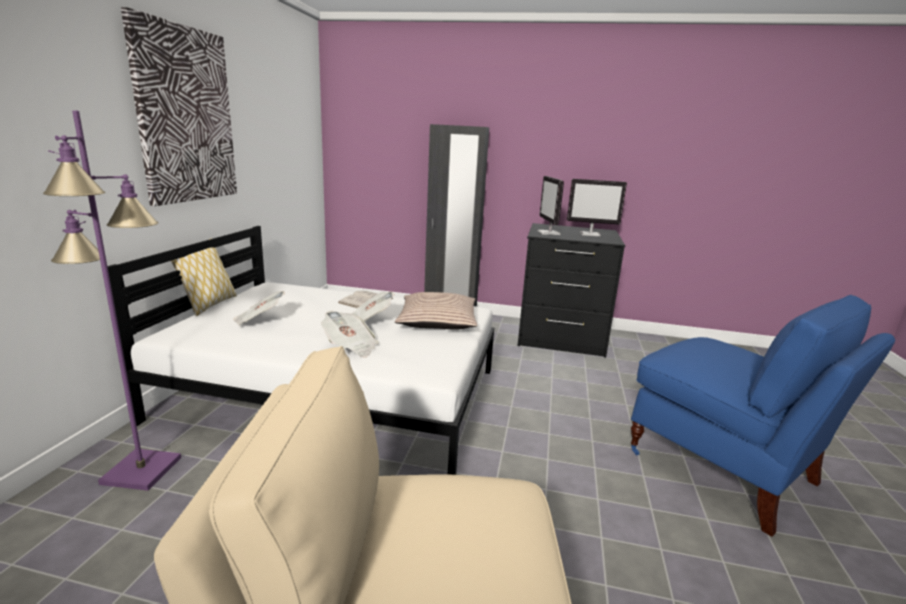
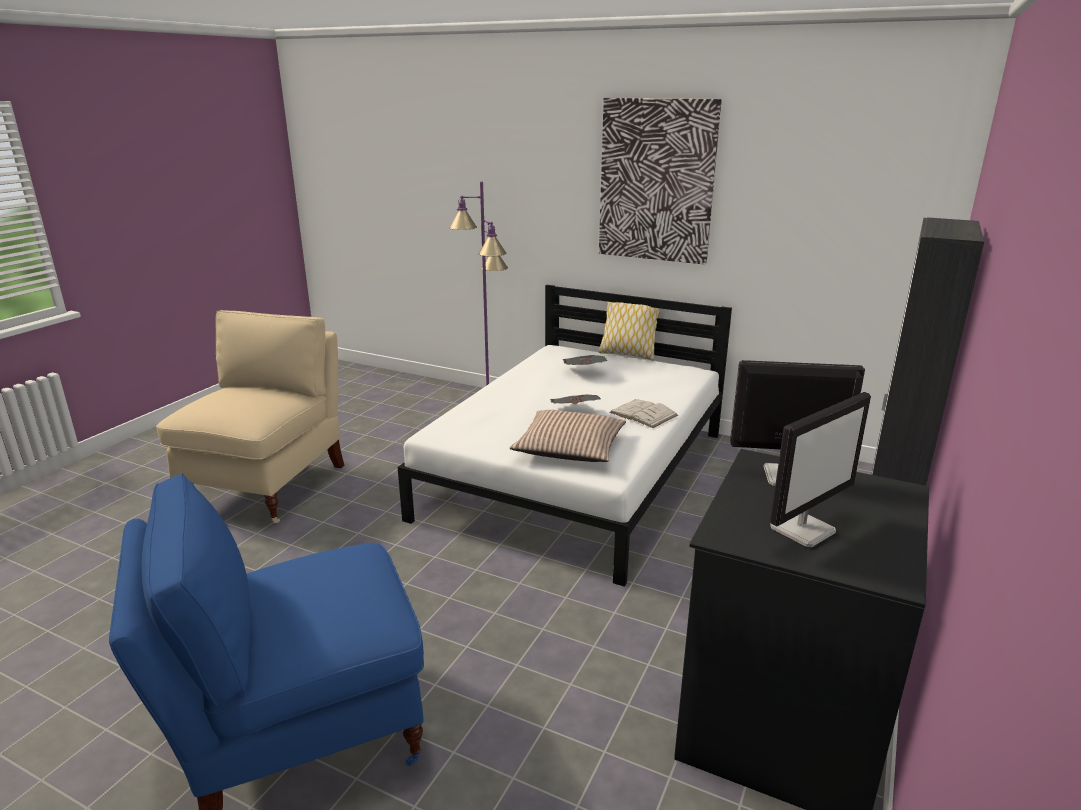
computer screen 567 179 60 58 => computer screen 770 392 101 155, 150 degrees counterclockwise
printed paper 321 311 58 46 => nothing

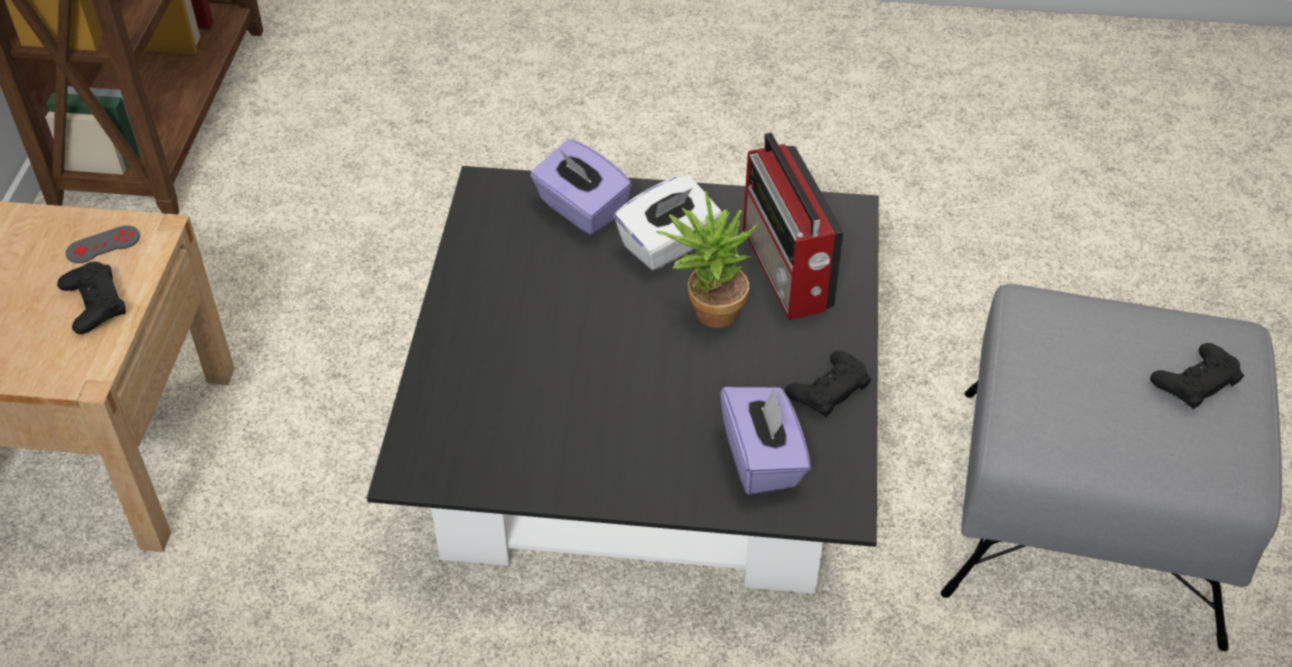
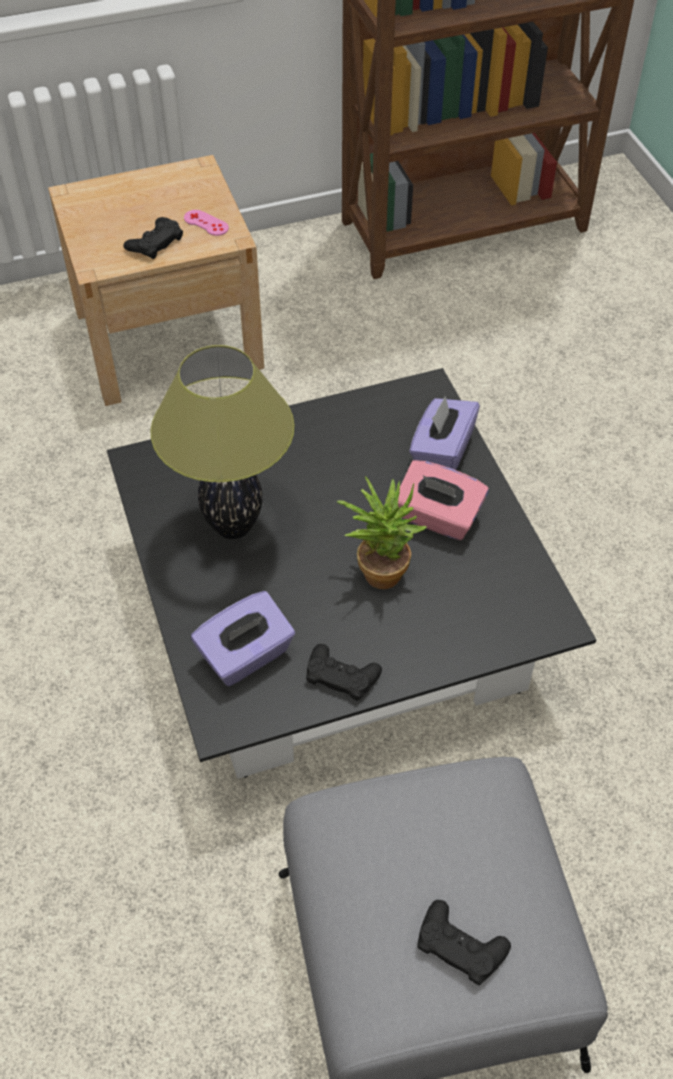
radio receiver 743 132 101 188 => nothing
white-coloured tissue box 614 175 107 96 => pink tissue box 398 460 91 80
gray joypad 65 225 75 38 => pink joypad 184 210 45 26
nothing => lamp for a table 150 345 145 194

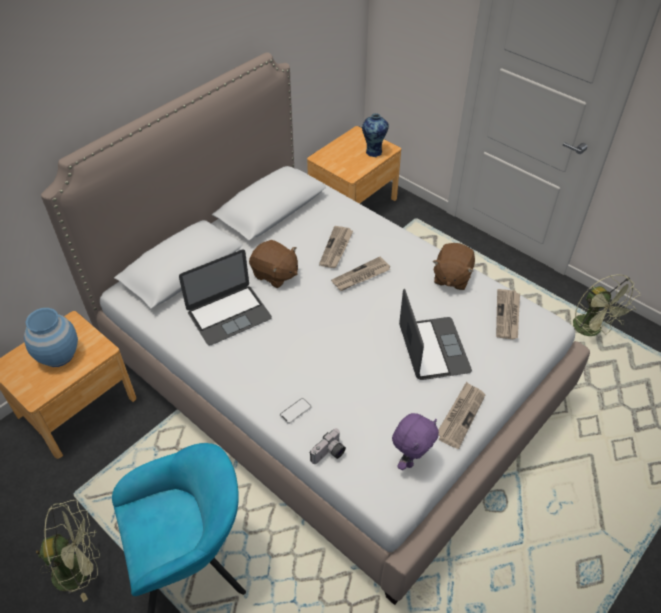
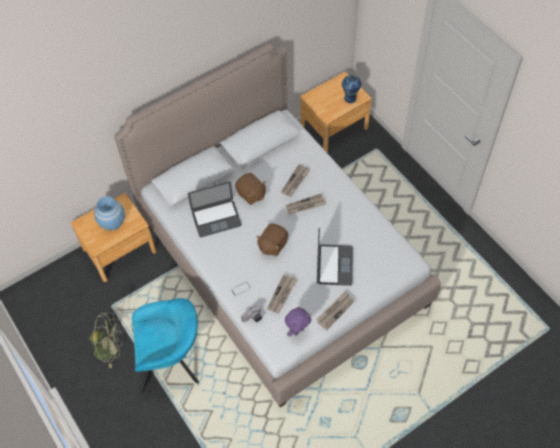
brownish plush toy 433 243 42 47 => brownish plush toy 256 224 32 33, move
green electric fan 573 274 68 62 => nothing
printed paper 496 289 24 50 => printed paper 267 274 29 40, move

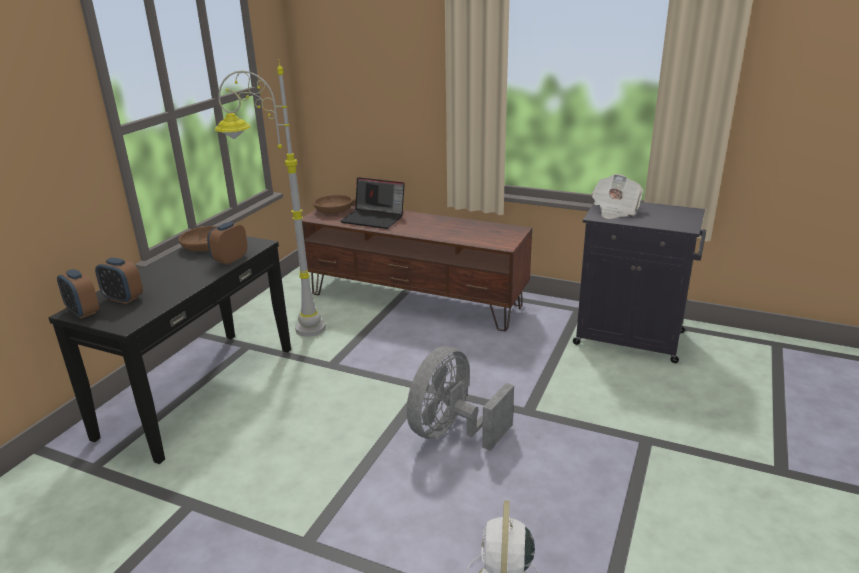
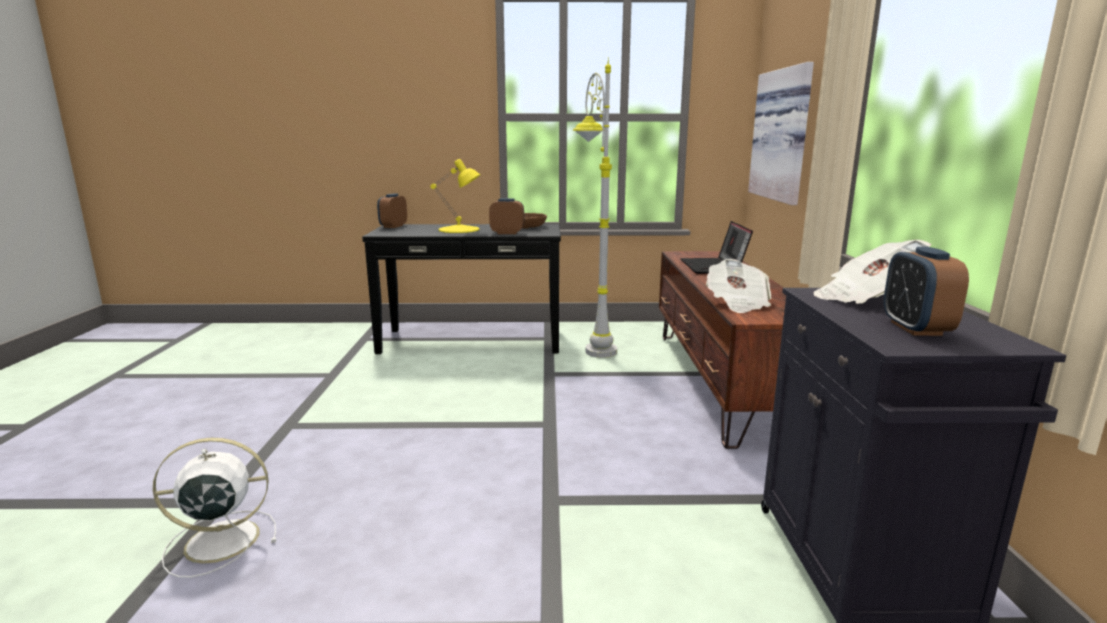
brownish deep dish 313 195 43 19 => nothing
table clock 95 258 48 46 => table clock 884 247 85 89, move
gray electric fan 407 346 107 105 => nothing
nothing => wall art 748 62 66 143
nothing => yellow lamp for a table 431 159 49 74
nothing => printed paper 706 259 65 54

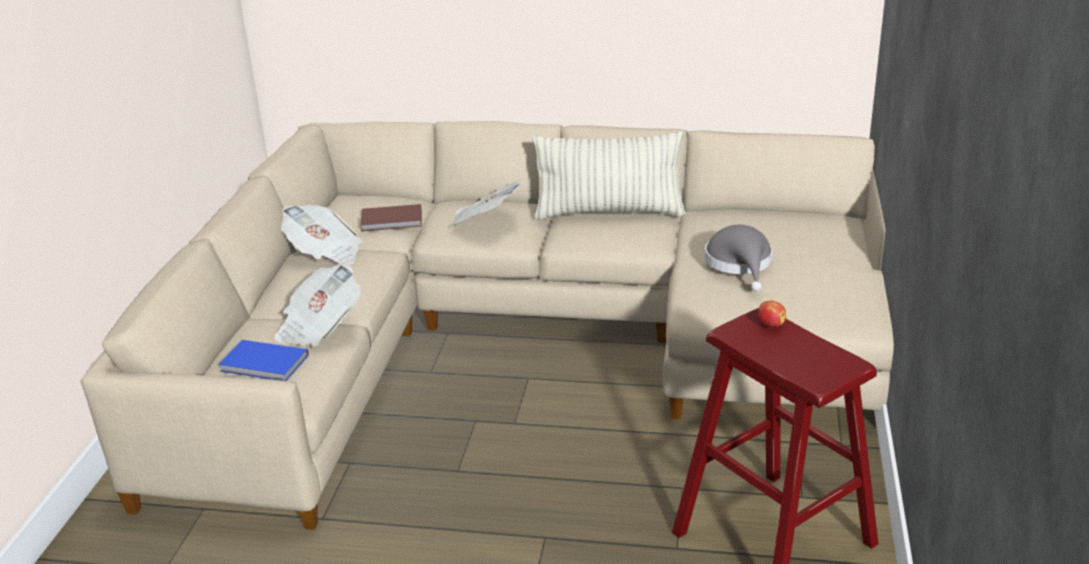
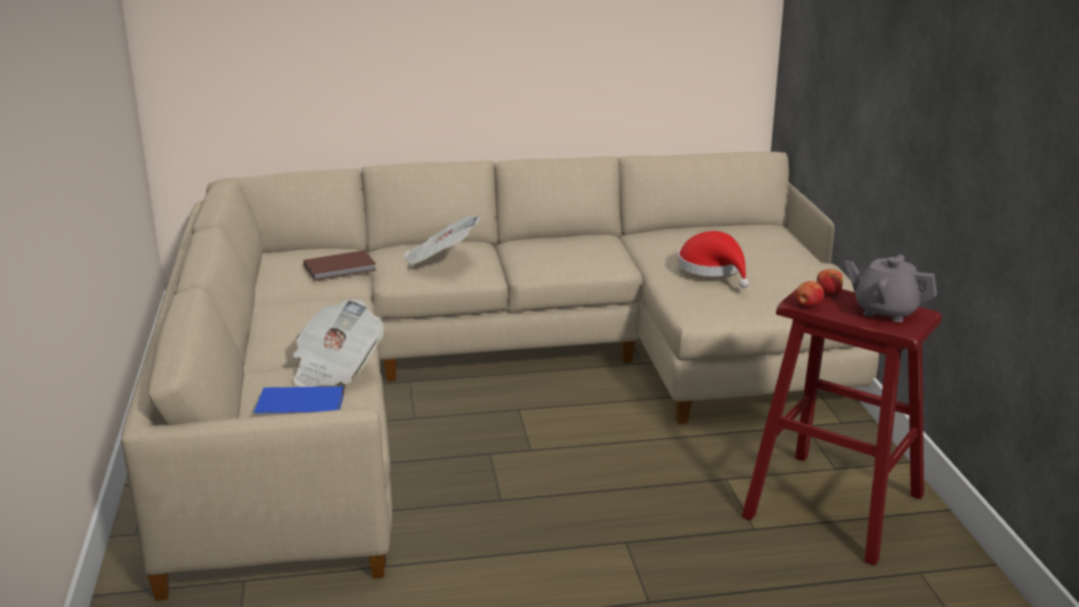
cushion 532 131 154 89 => nothing
printed paper 281 205 82 61 => nothing
gray wearable hat 705 225 68 66 => red-coloured wearable hat 678 231 71 57
nothing => gray pot for tea 845 255 92 67
nothing => apple 795 281 29 26

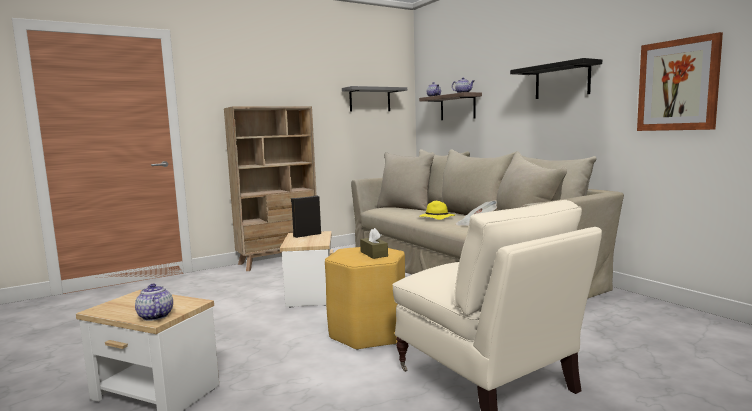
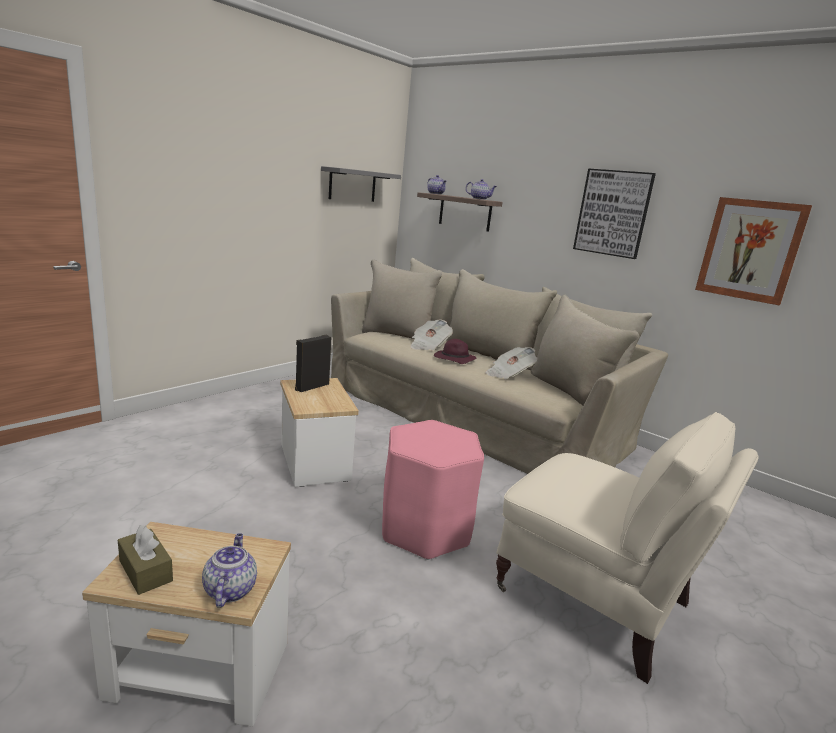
black-coloured bracket shelf 510 58 92 41 => wall art 573 168 83 91
beige-coloured shelving unit 224 106 93 165 => nothing
yellow wearable hat 420 201 35 19 => purple wearable hat 434 339 42 25
brownish tissue box 360 228 28 31 => brownish tissue box 118 525 55 70, move
yellow stool 325 247 80 103 => pink stool 382 420 102 140
pot for tea 135 284 38 37 => pot for tea 202 533 55 75, 45 degrees clockwise
nothing => printed paper 410 320 43 30

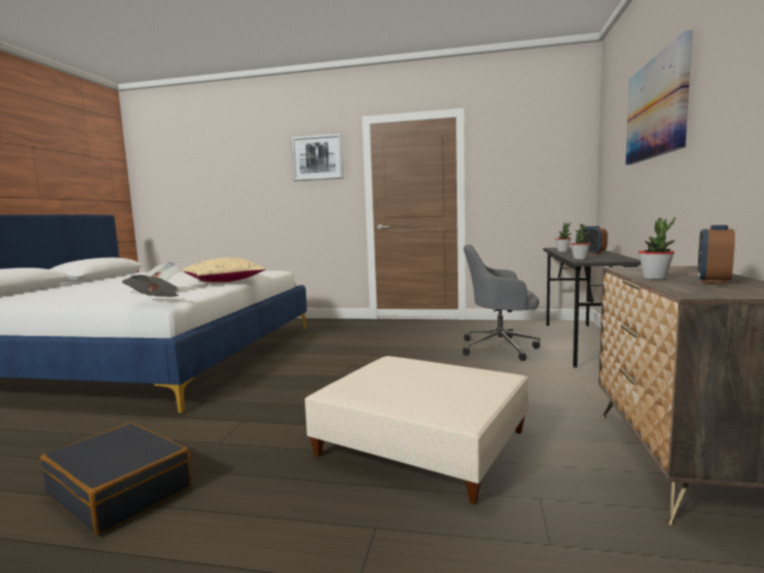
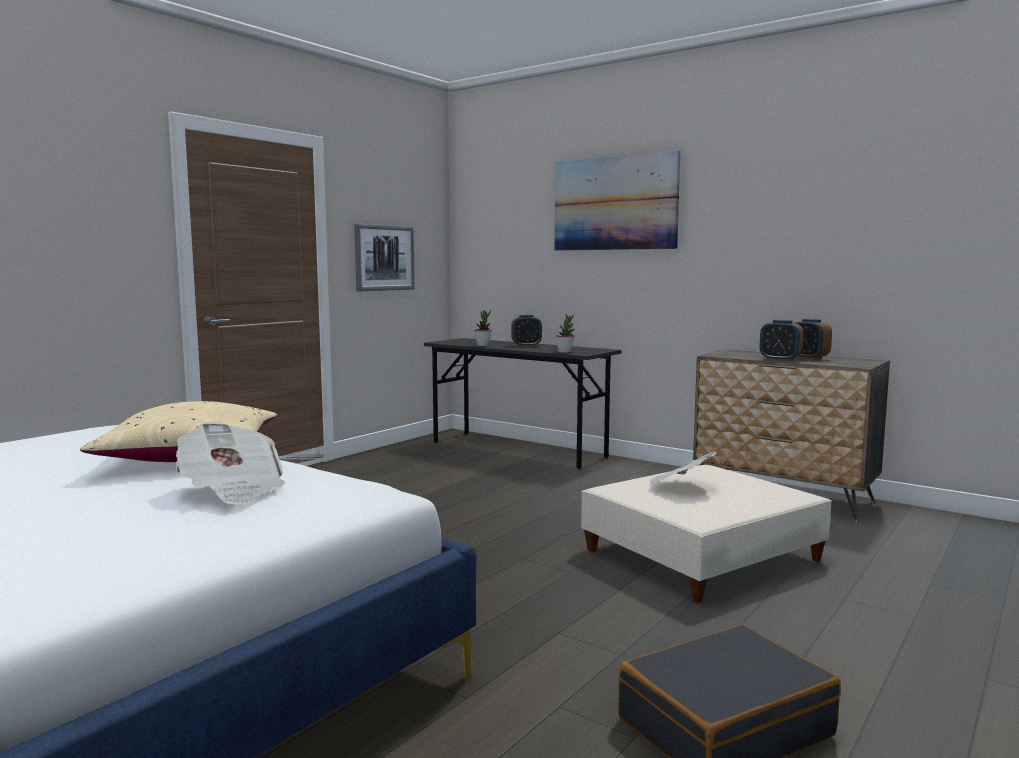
wall art 291 133 53 48 => wall art 354 224 61 67, move
plant in a pot 639 218 36 61 => table clock 760 320 43 41
gray office chair 463 245 77 116 => nothing
printed paper 122 275 57 22 => printed paper 649 452 68 33, move

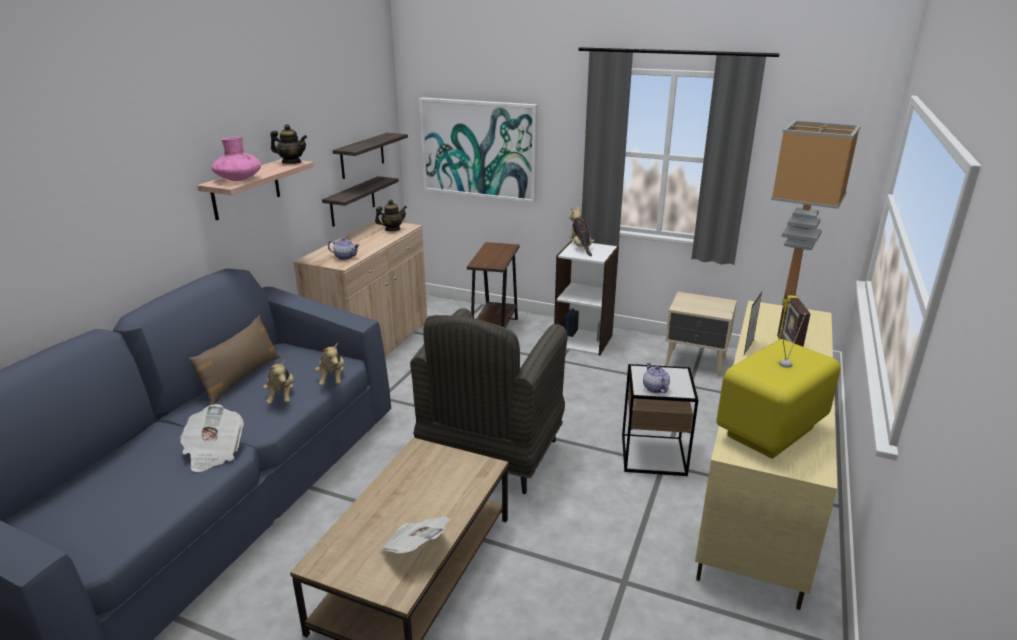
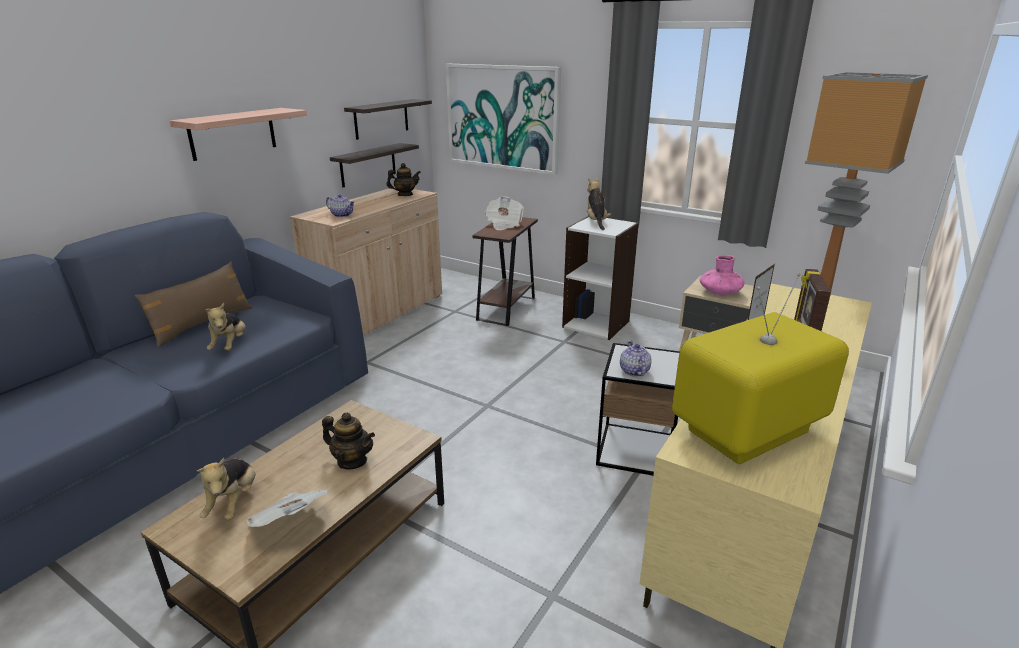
pot for tea 270 124 37 40 => pot for tea 322 412 53 57, move
pink flower vase 212 136 49 45 => pink flower vase 700 255 44 40, move
gray lounge chair 410 308 158 186 => nothing
plush toy 315 342 29 43 => plush toy 197 458 58 62, move
printed paper 180 404 64 68 => printed paper 485 196 39 34, move

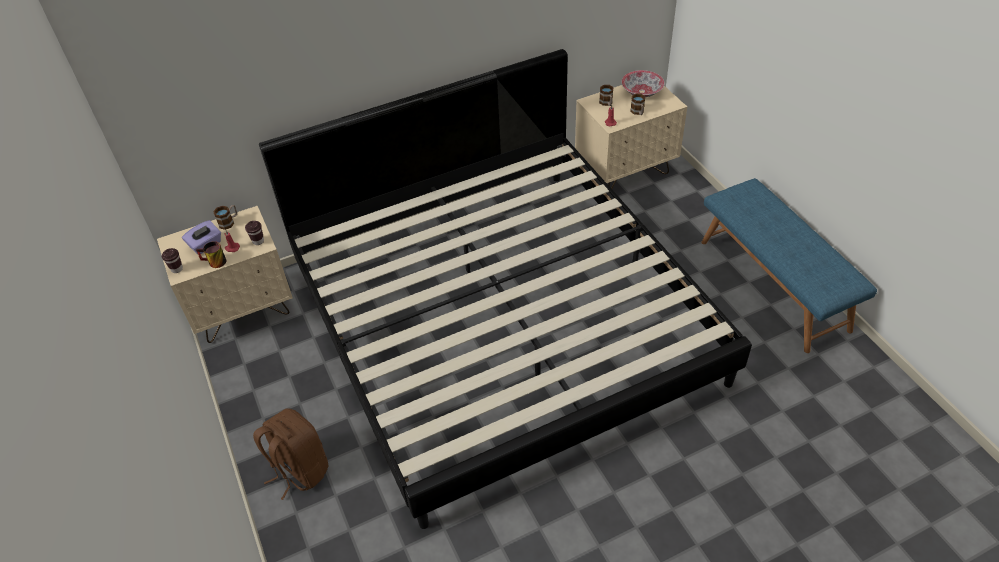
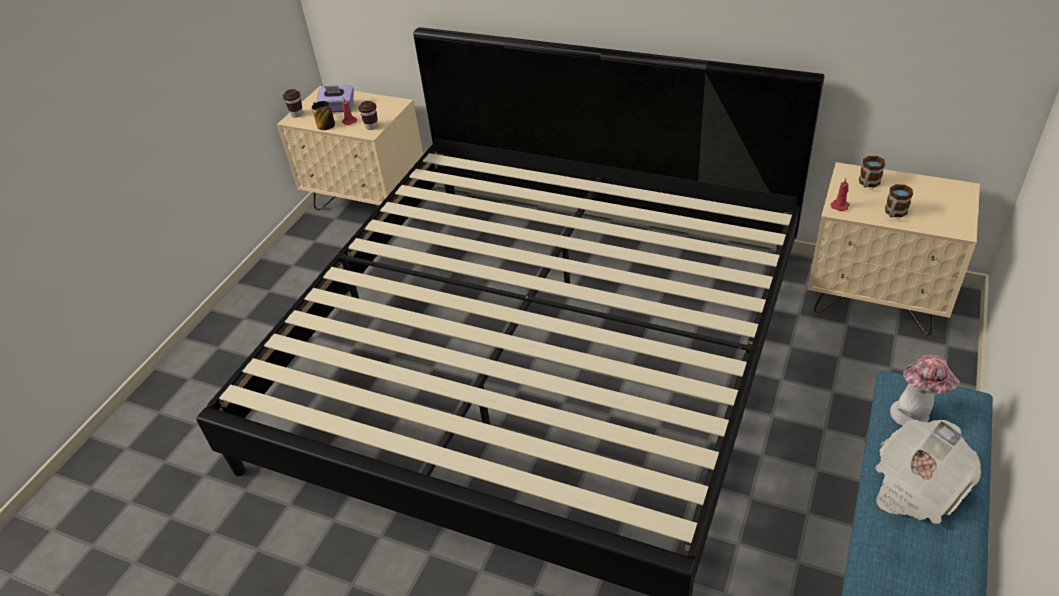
deep dish 621 70 44 27 => nothing
coffee mug 213 205 24 25 => nothing
brownish knapsack 253 408 76 92 => nothing
nothing => wearable hat 890 354 70 72
nothing => printed paper 876 420 105 104

